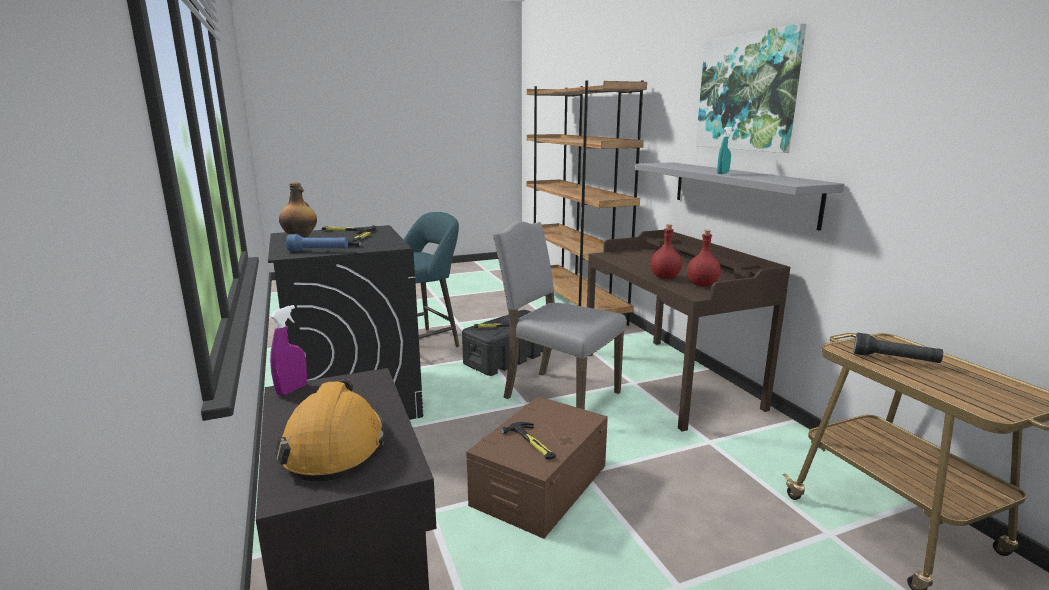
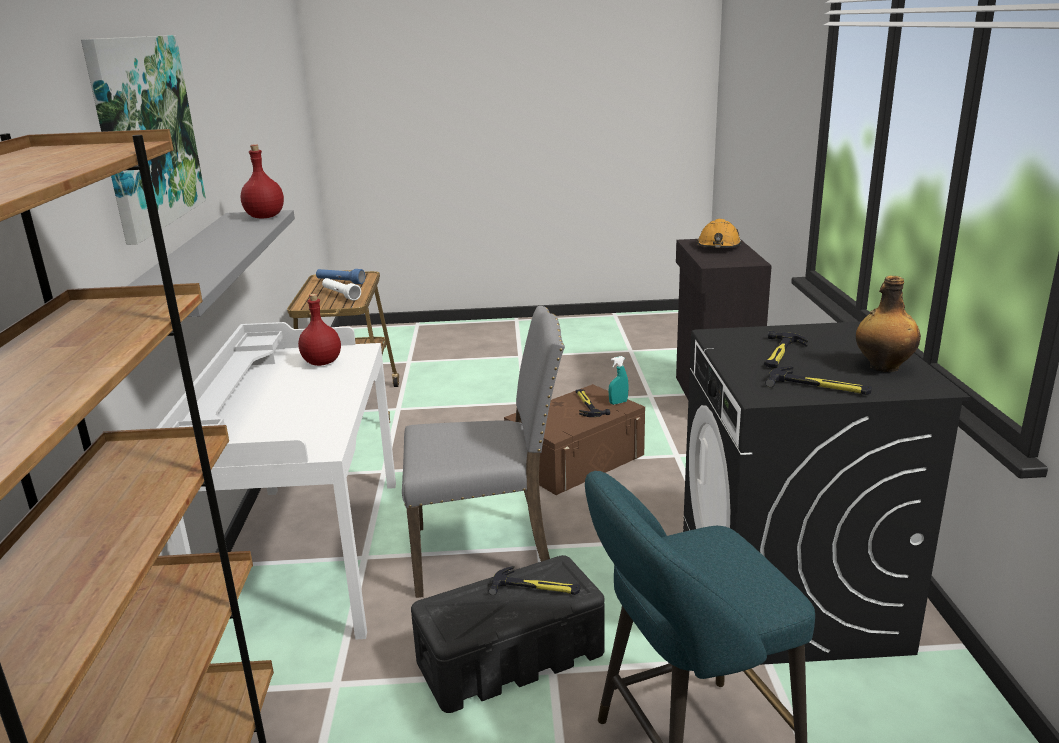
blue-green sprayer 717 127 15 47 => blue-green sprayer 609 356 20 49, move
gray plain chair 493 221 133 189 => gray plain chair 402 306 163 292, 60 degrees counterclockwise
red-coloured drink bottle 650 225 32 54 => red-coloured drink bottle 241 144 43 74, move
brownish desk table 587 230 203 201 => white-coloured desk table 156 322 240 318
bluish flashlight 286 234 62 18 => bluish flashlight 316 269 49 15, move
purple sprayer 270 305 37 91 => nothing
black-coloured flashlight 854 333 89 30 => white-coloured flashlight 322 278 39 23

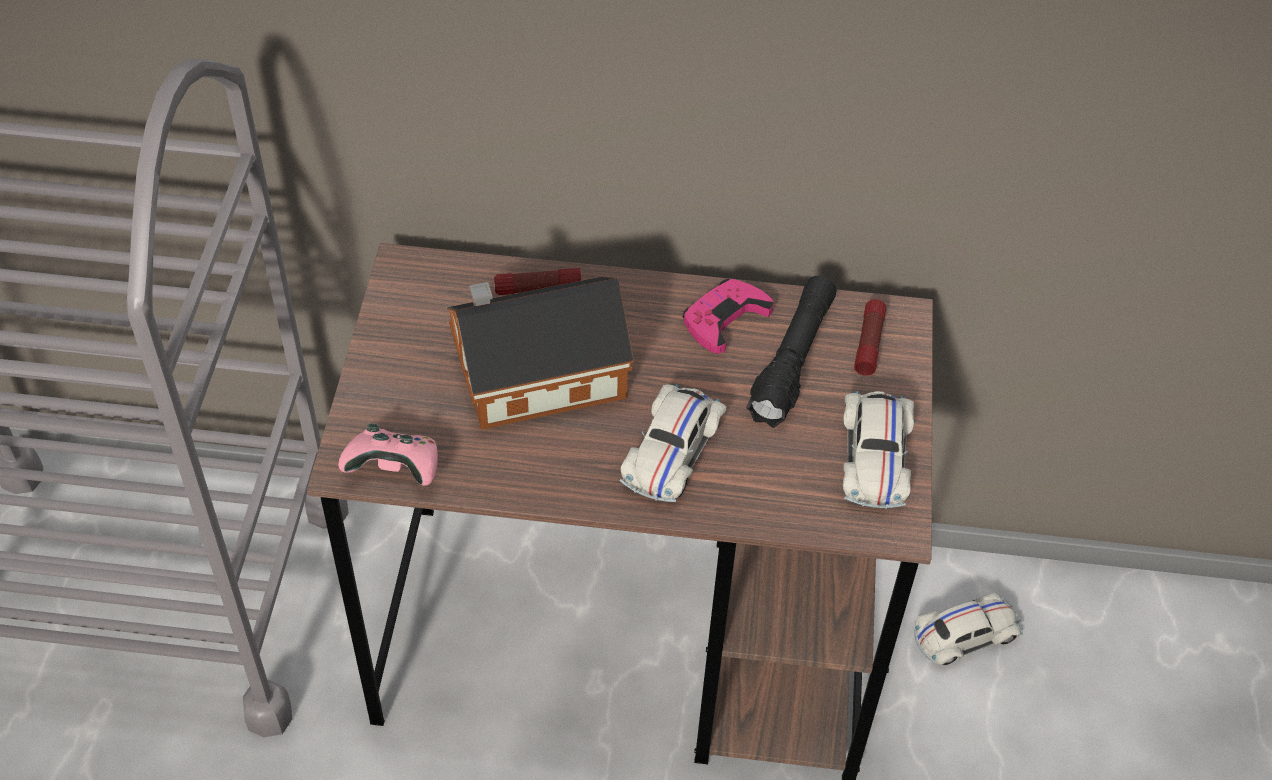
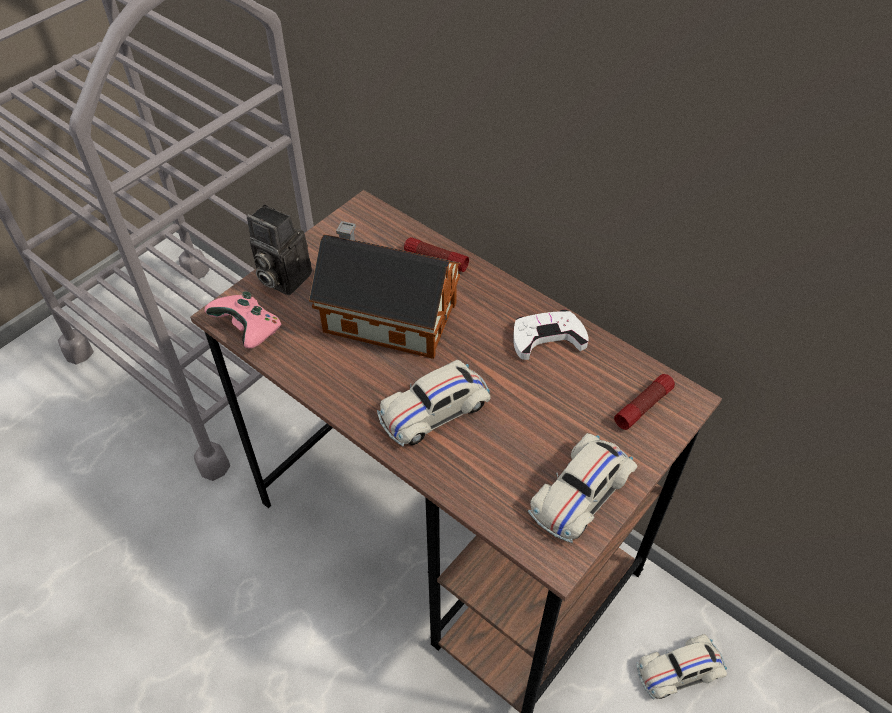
black-coloured flashlight 746 276 90 152 => nothing
pink joypad 682 279 92 75 => white-coloured joypad 514 310 74 50
white-coloured toy car 914 593 109 72 => white-coloured toy car 636 634 91 66, 150 degrees clockwise
nothing => still camera 247 204 65 91

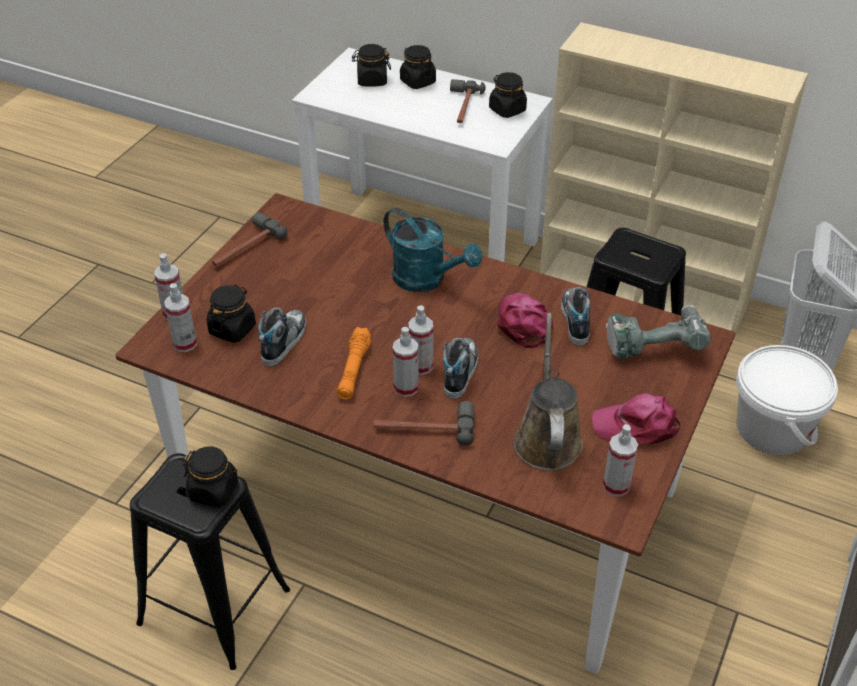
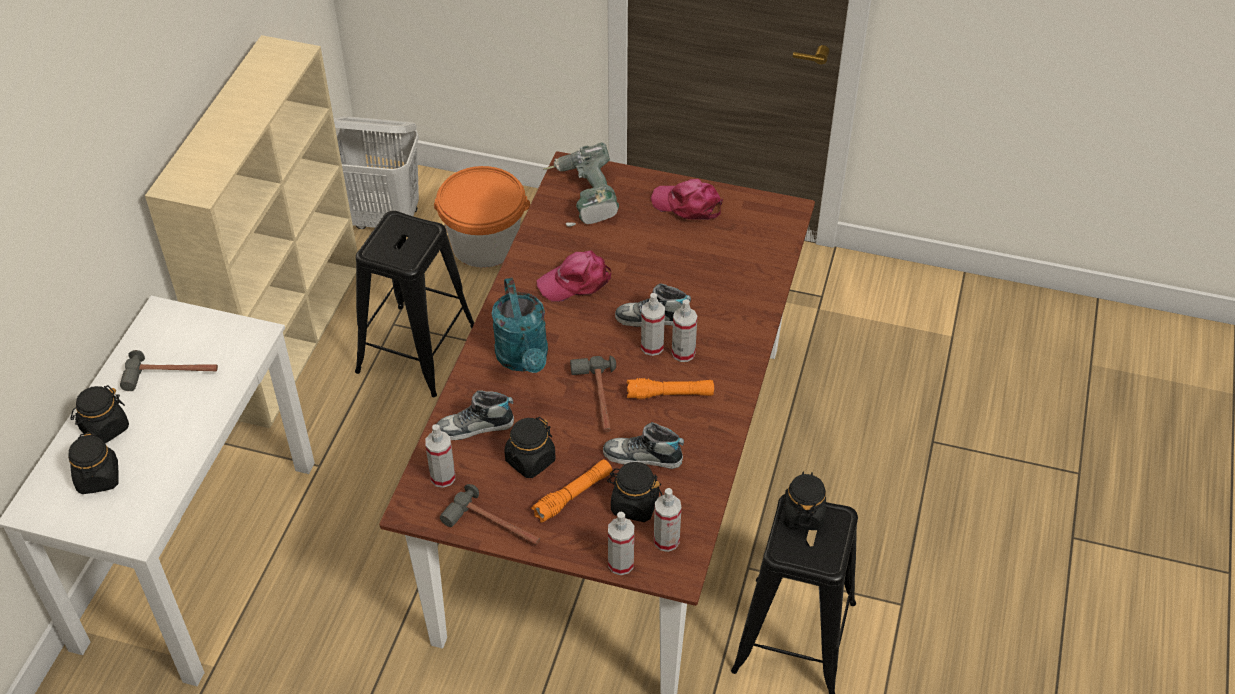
black-coloured storage jar 489 72 38 46 => black-coloured storage jar 505 417 51 61, move
blue-green sprinkling can 384 208 98 84 => blue-green sprinkling can 491 278 57 95, 135 degrees clockwise
shoe 561 287 29 59 => shoe 437 390 77 50, move
brownish sprinkling can 514 313 69 158 => nothing
white-coloured water bucket 736 345 102 110 => orange water bucket 434 166 96 102
pink peaked cap 592 393 88 52 => pink peaked cap 651 179 72 41, 120 degrees clockwise
hammer 374 401 100 45 => hammer 570 356 46 76, move
sprayer 603 424 35 73 => sprayer 425 424 30 64, move
nothing => orange flashlight 531 459 82 64

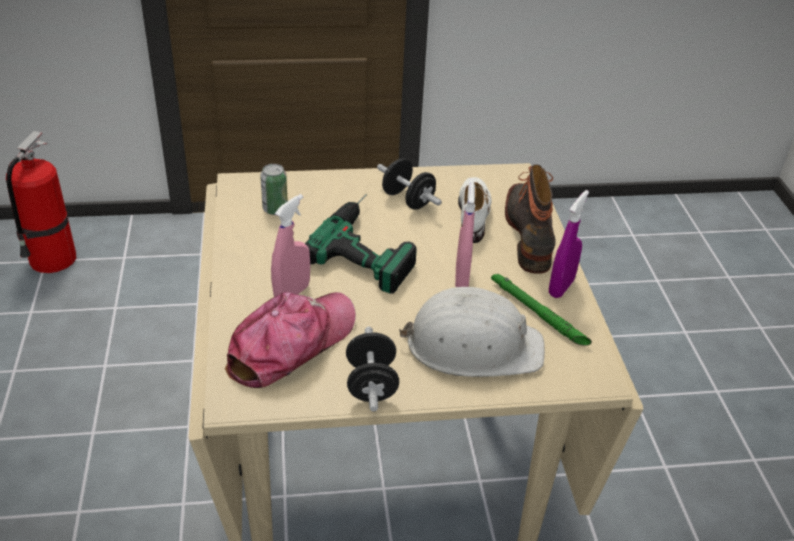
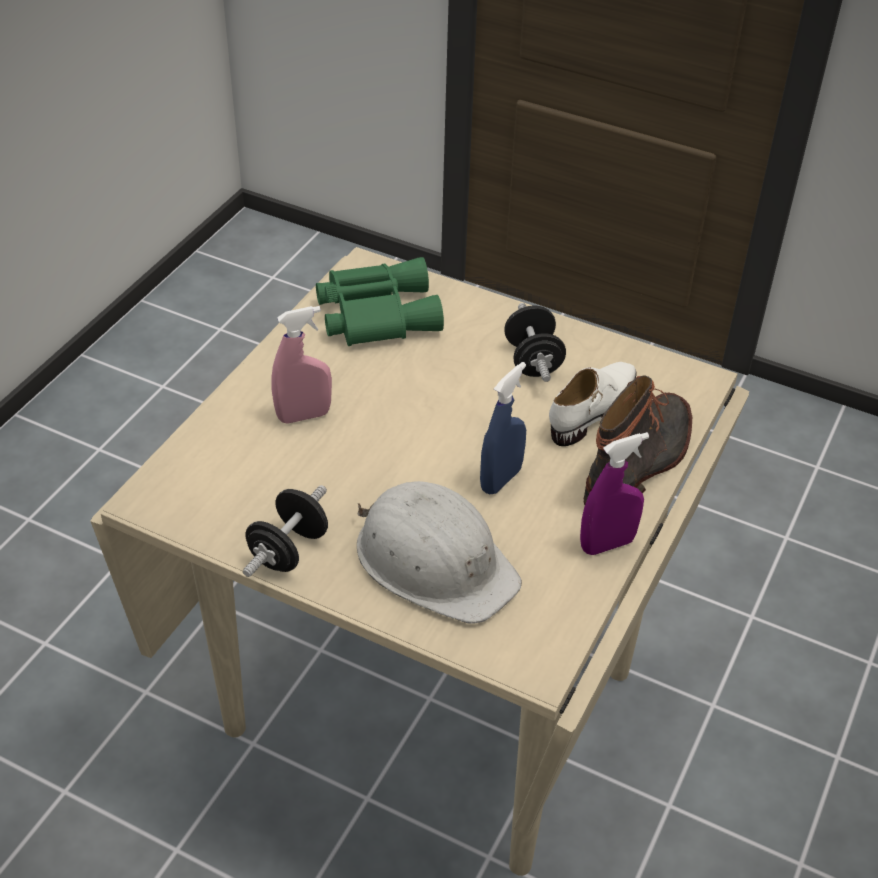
extinguisher 6 131 70 142 => nothing
metal can 260 164 28 51 => green binoculars 316 257 128 89
pink sprayer 455 179 20 108 => bluish sprayer 480 362 46 132
power drill 305 194 112 100 => nothing
green flashlight 491 274 101 72 => nothing
peaked cap 225 292 131 96 => nothing

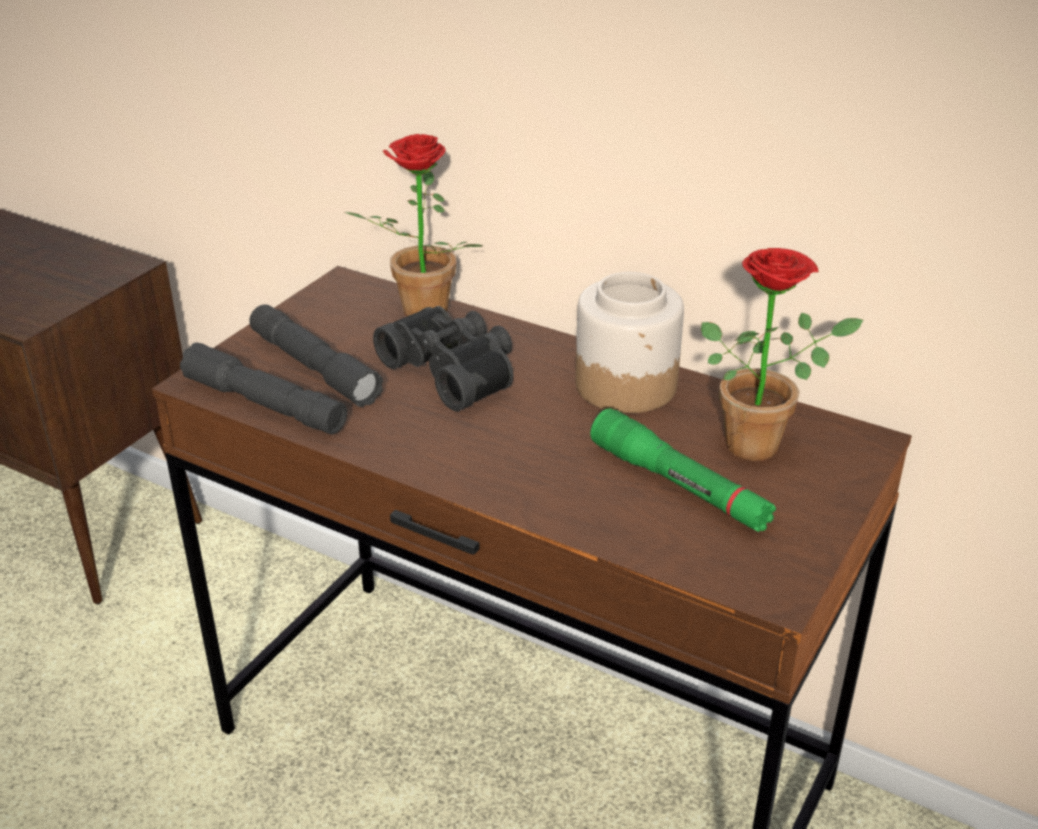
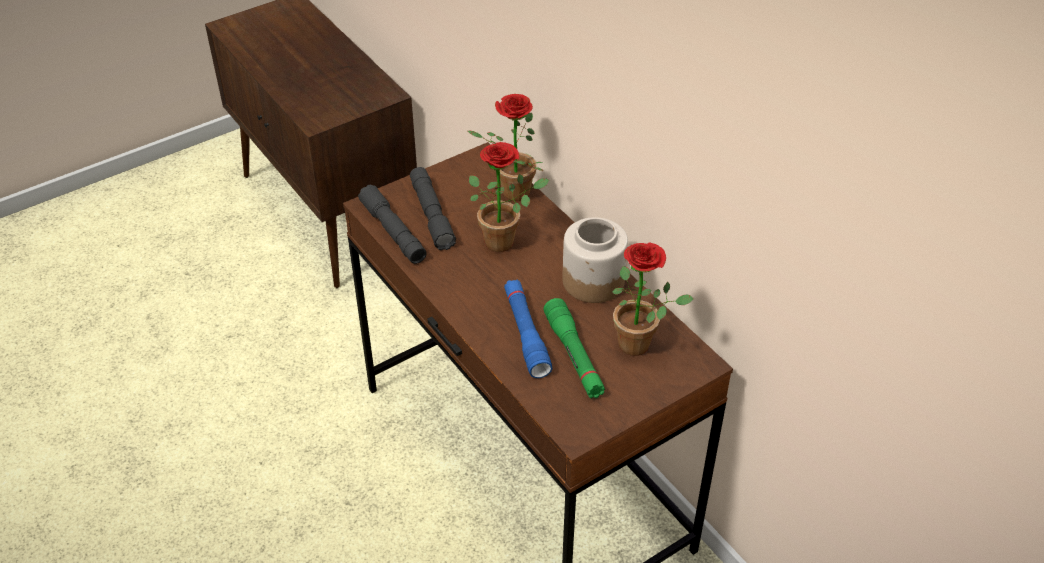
black-coloured binoculars 373 306 140 105 => plant in a pot 469 142 80 110
nothing => bluish flashlight 504 280 48 98

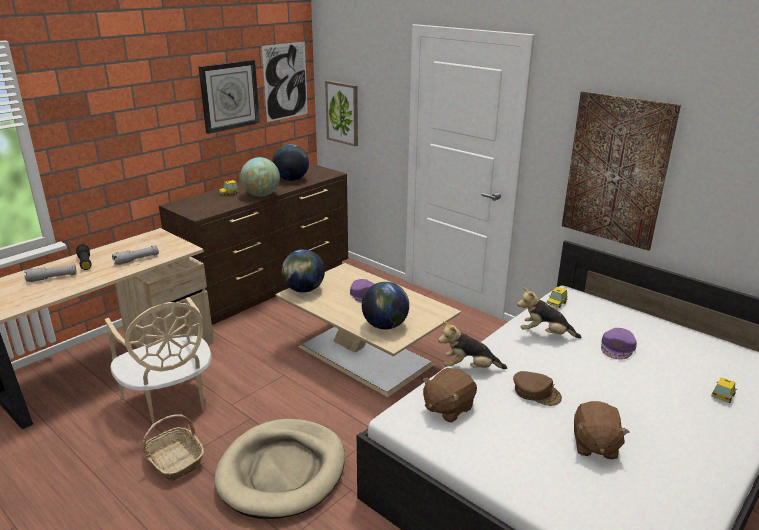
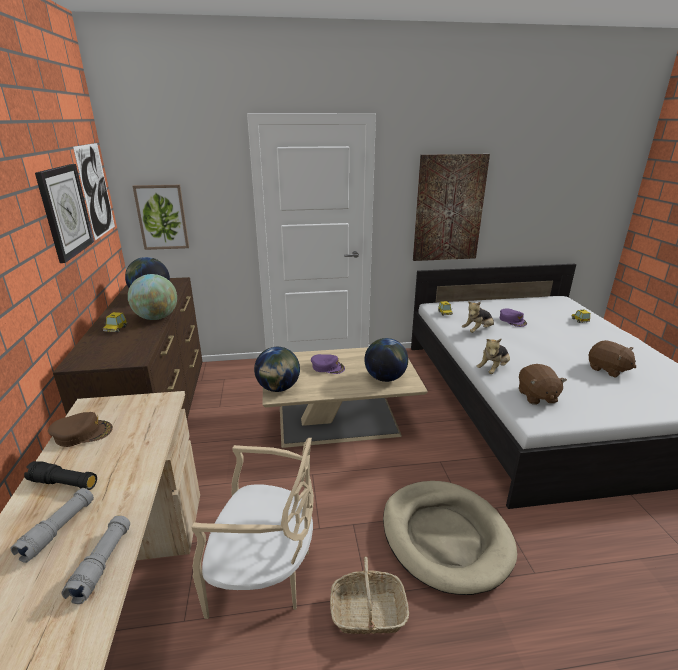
gray flashlight 112 245 47 20 => gray flashlight 62 515 68 89, move
brownish peaked cap 513 371 49 35 => brownish peaked cap 48 412 65 35, move

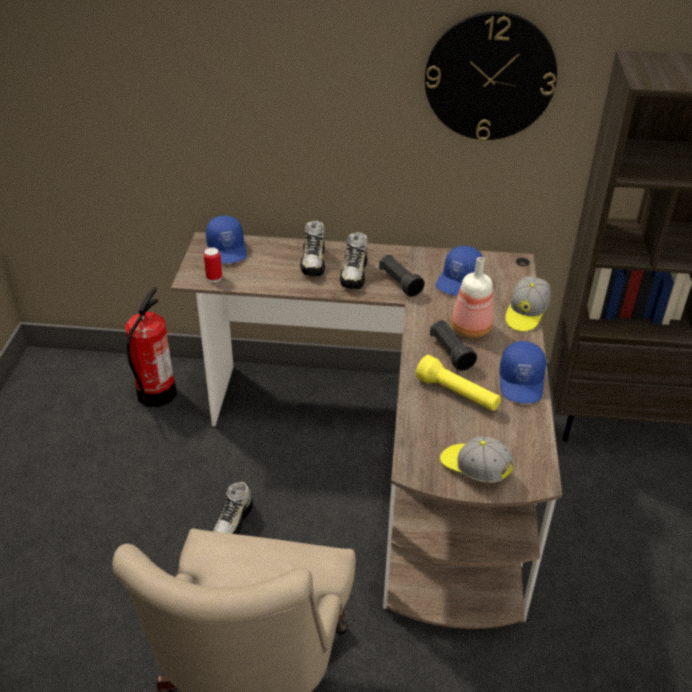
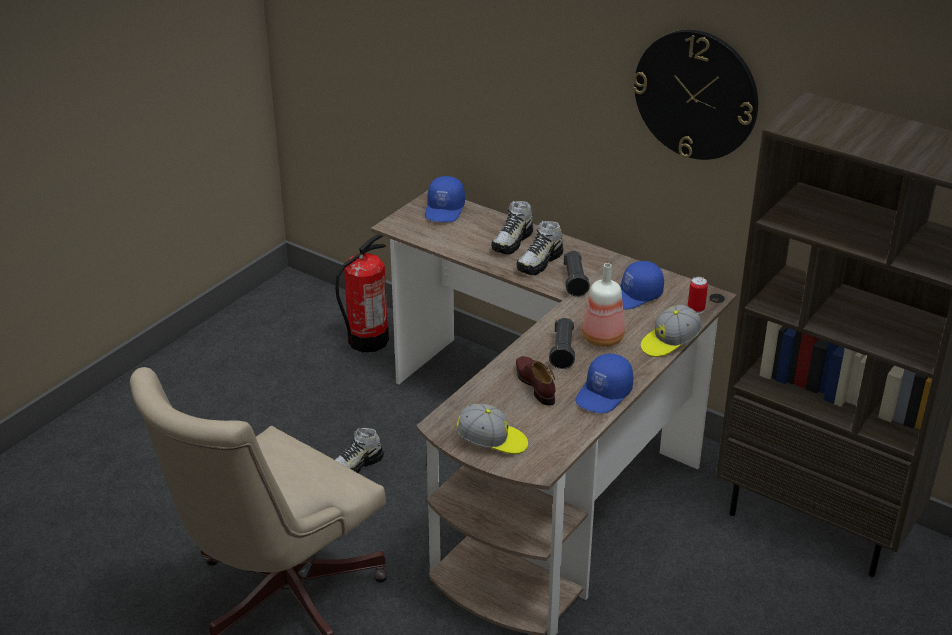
metal can 204 247 18 35 => metal can 688 277 20 37, move
yellow flashlight 416 355 85 56 => brownish shoe 516 356 40 50
peaked cap 440 436 74 47 => peaked cap 456 404 72 50, 120 degrees clockwise

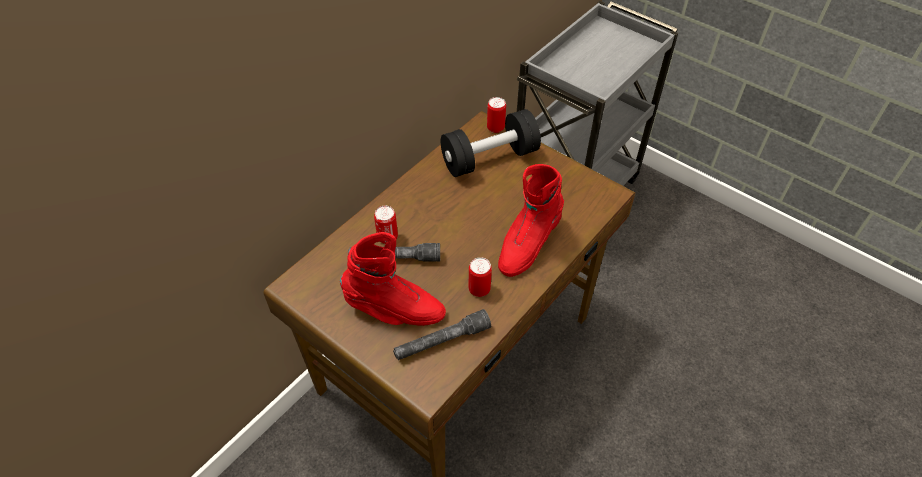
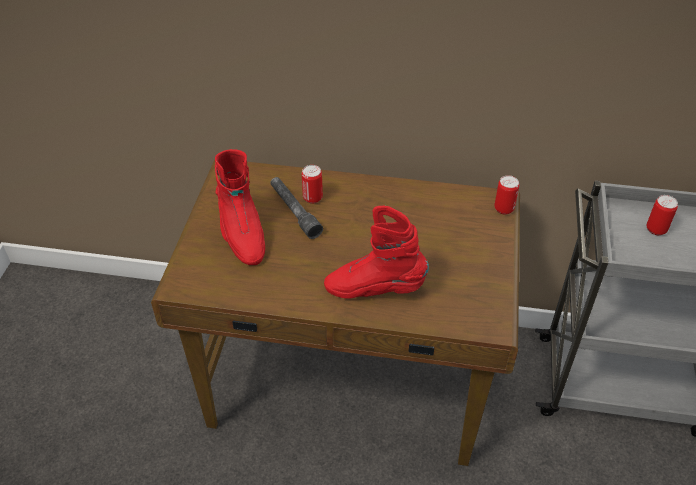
black-coloured dumbbell 441 109 100 68 => nothing
metal can 469 257 23 40 => metal can 647 195 31 40, move
gray flashlight 393 309 98 51 => nothing

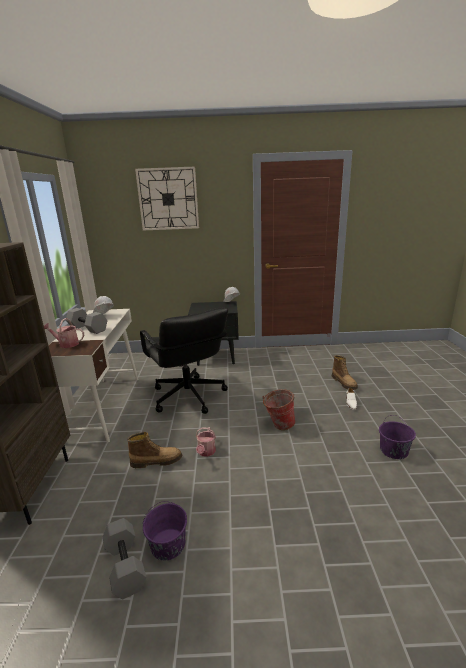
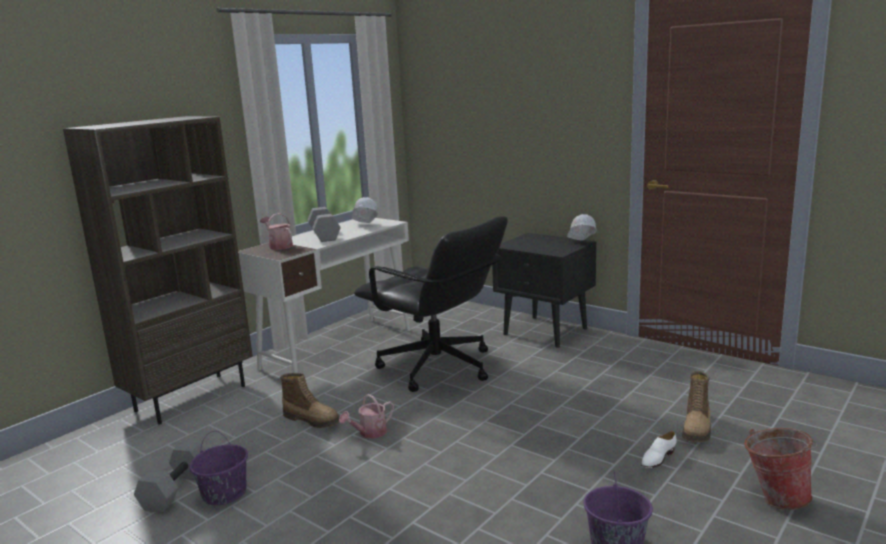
hanging clock 135 167 64 63 => nothing
black-coloured office chair 140 307 88 107 => black-coloured office chair 354 216 154 176, 60 degrees counterclockwise
water bucket 262 389 34 41 => water bucket 744 428 73 82, move

